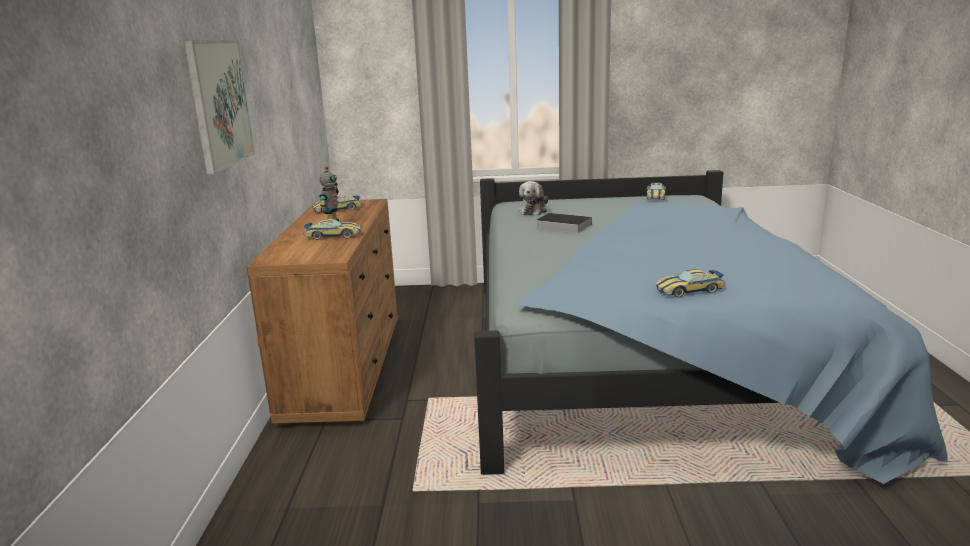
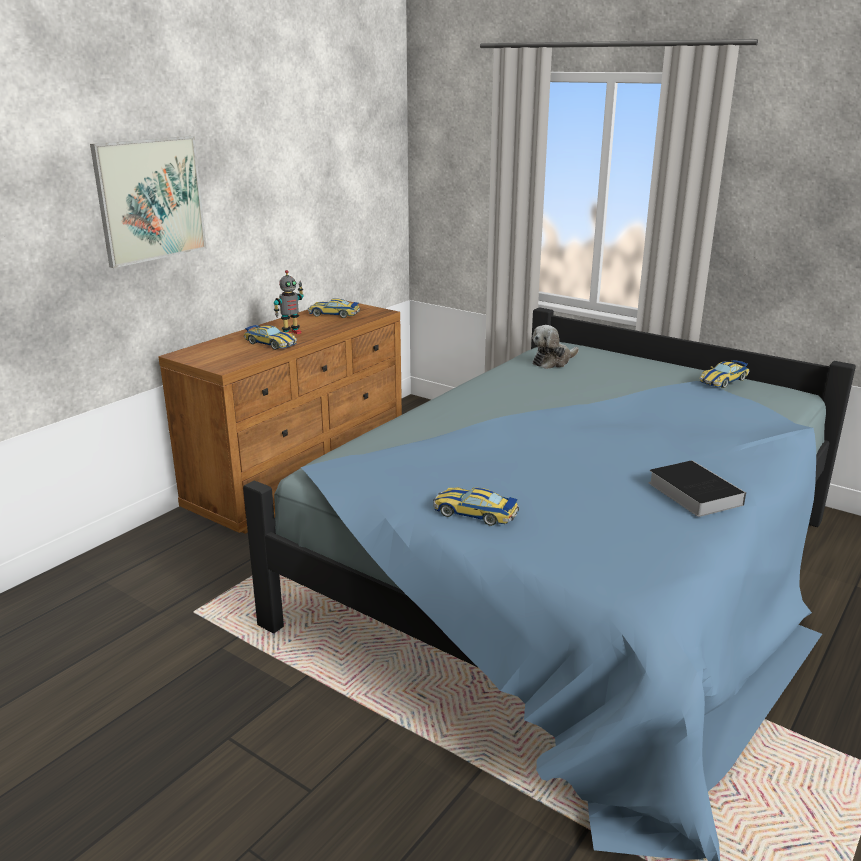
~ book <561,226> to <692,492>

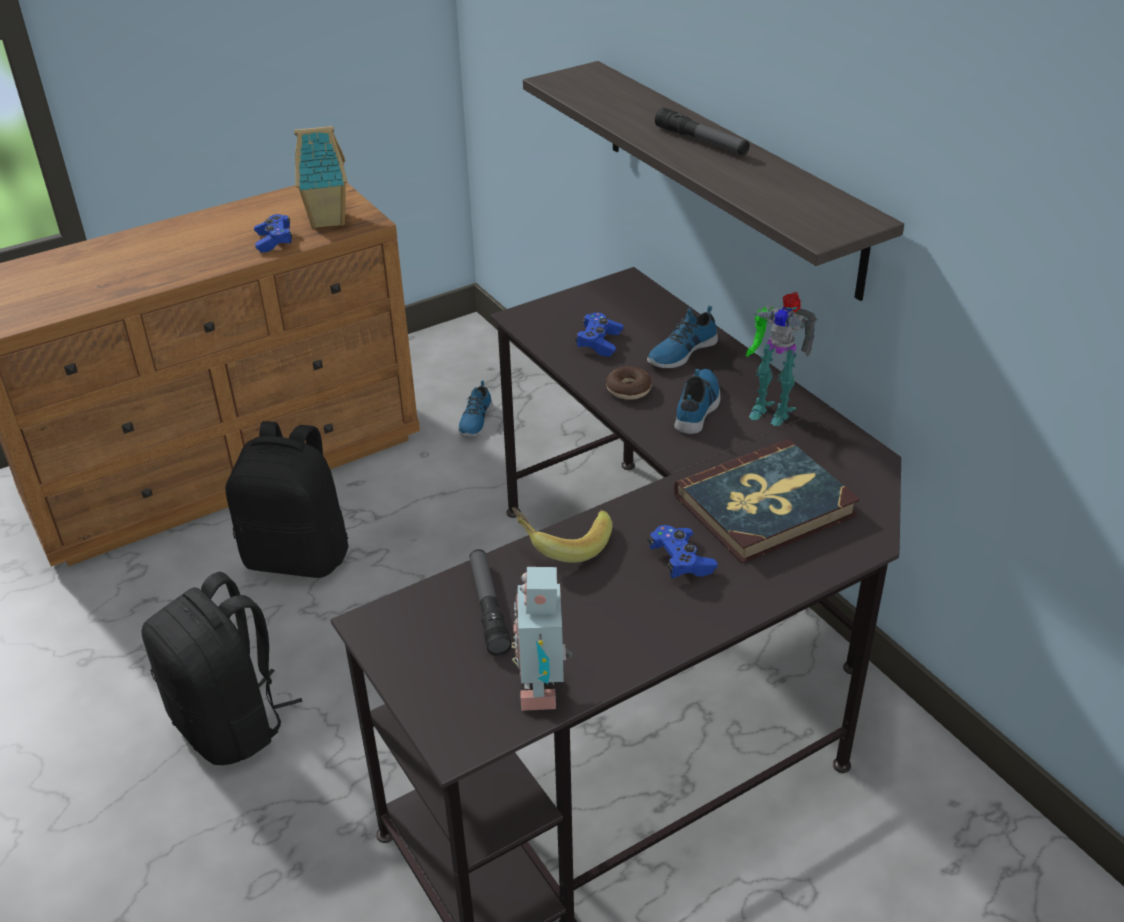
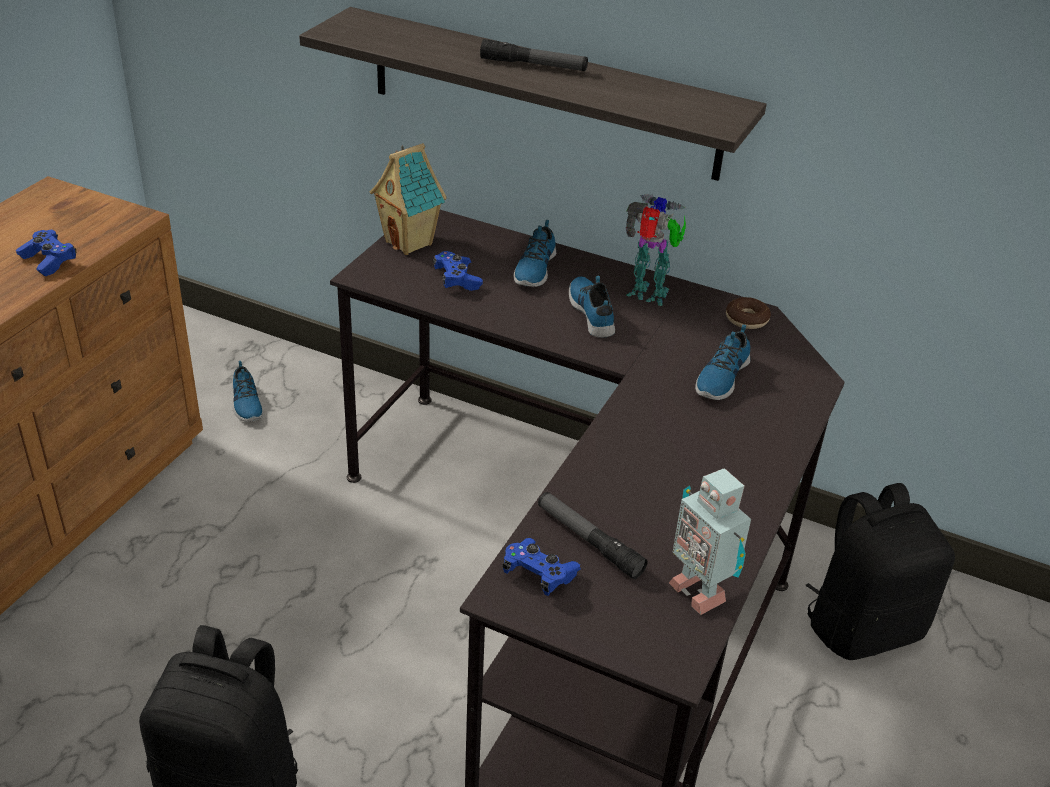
- banana <562,543>
~ backpack/black <299,556> to <863,626>
~ toy house <329,220> to <410,243>
~ donut <628,389> to <746,319>
~ game controller/blue <681,561> to <539,574>
~ book <765,506> to shoe <721,377>
~ toy robot <770,408> = <649,296> 150 degrees counterclockwise

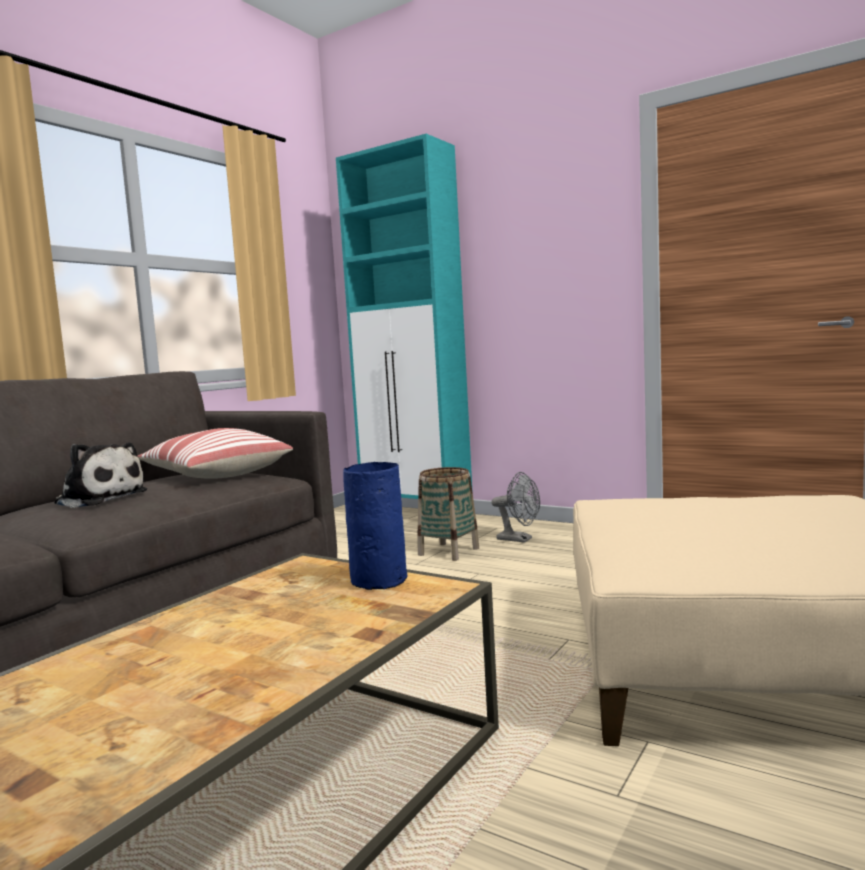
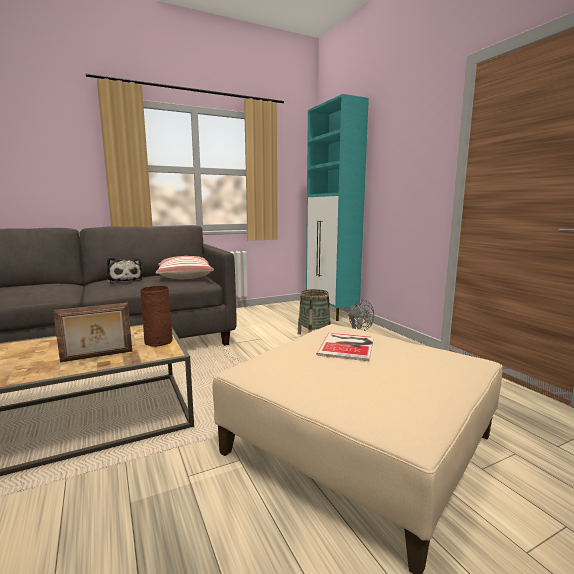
+ picture frame <97,356>
+ book <348,346>
~ vase/blue <379,579> to vase/brown <159,341>

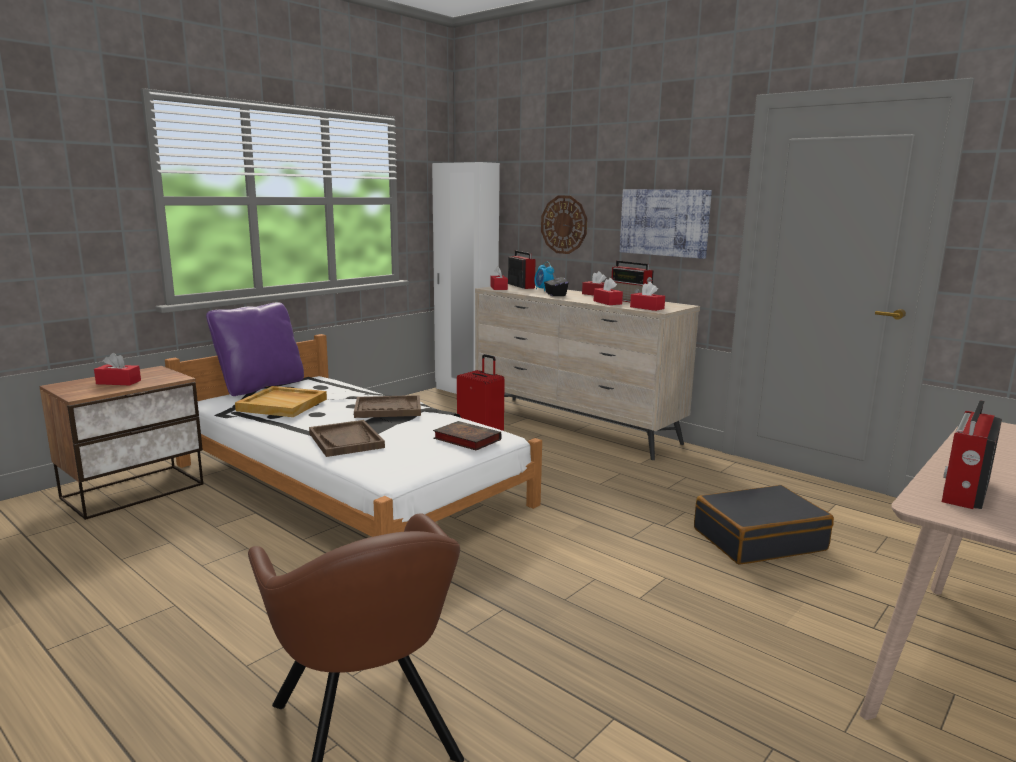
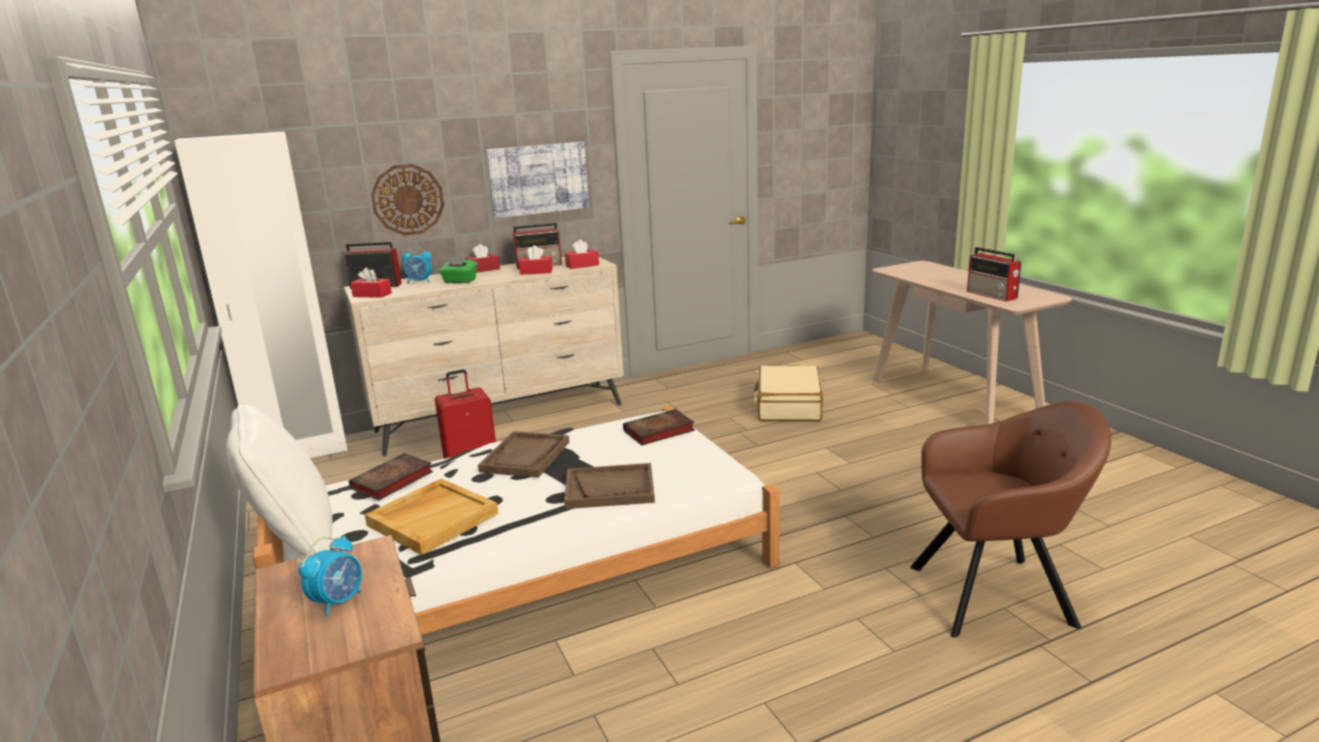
+ book <391,481>
~ tissue box/red <118,382> to alarm clock <338,601>
~ pillow/purple <260,386> to pillow/white <294,538>
~ tissue box/black <555,294> to tissue box/green <459,281>
~ suitcase/black <758,539> to suitcase/beige <788,405>

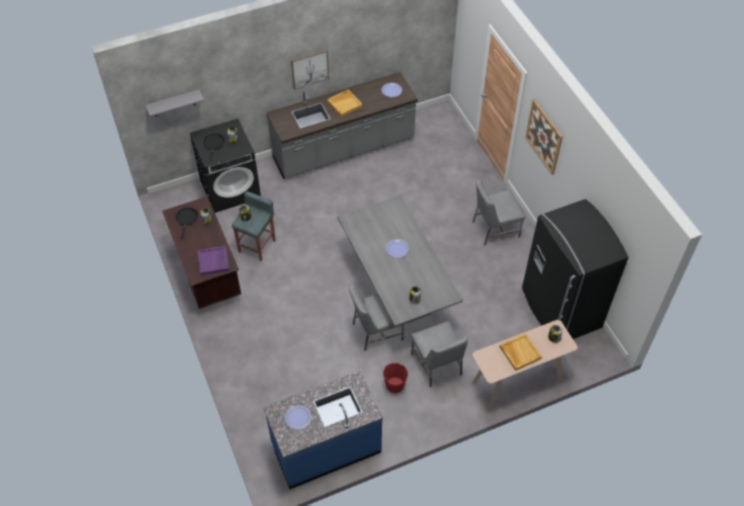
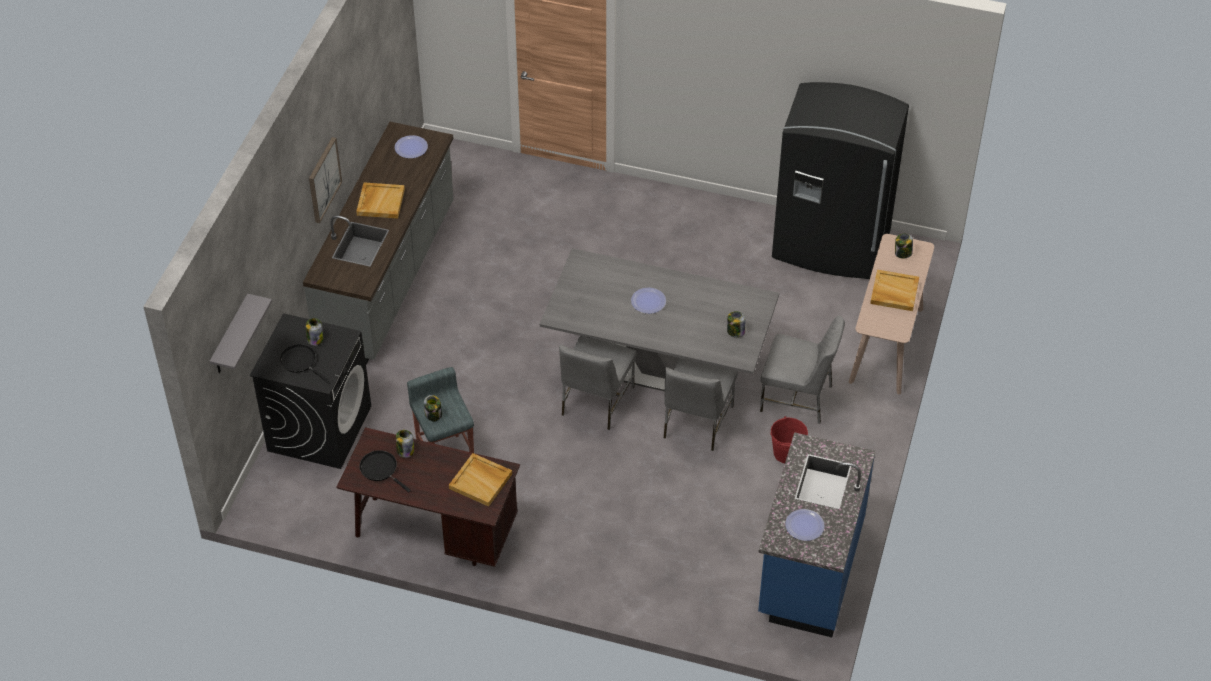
- picture <544,137>
~ chair/grey <494,228> to <596,401>
~ tray/purple <214,261> to tray/beige <481,481>

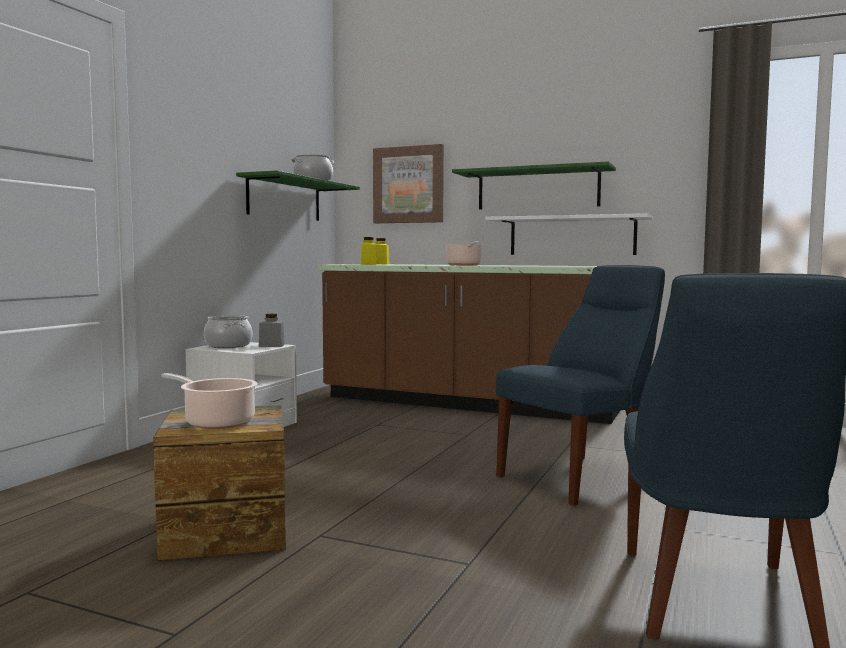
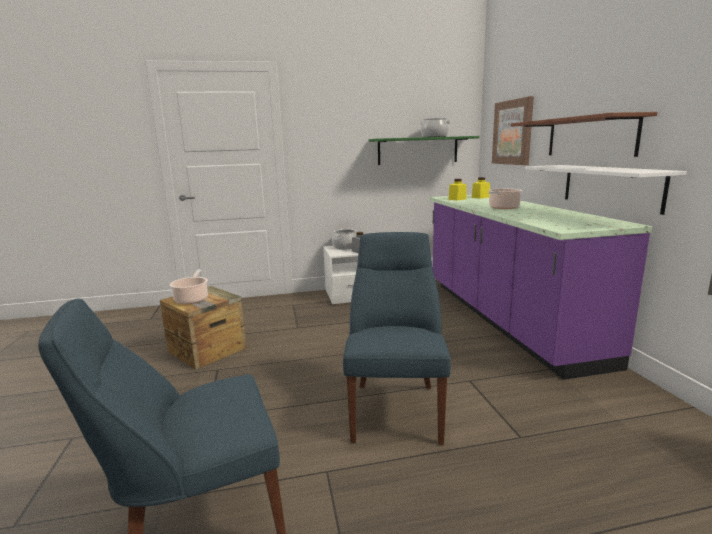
~ counter/brown <467,404> to counter/purple <504,319>
~ shelf/green <538,189> to shelf/brown <590,137>
~ chair/blue <581,477> = <396,408> 105 degrees counterclockwise

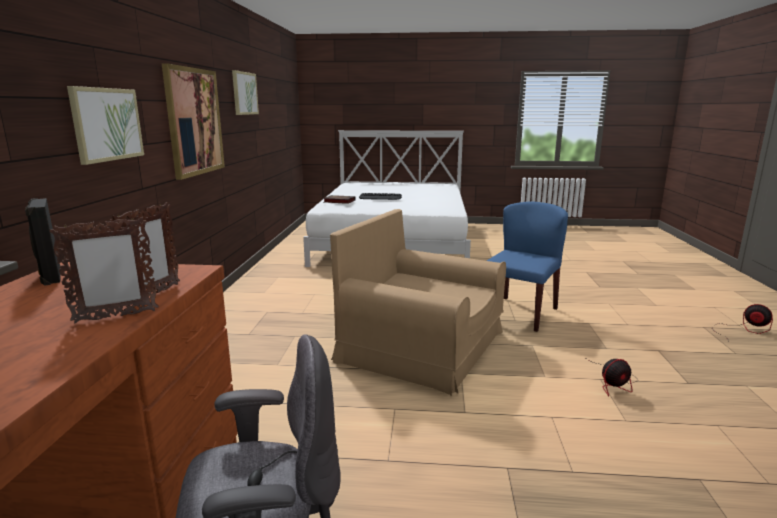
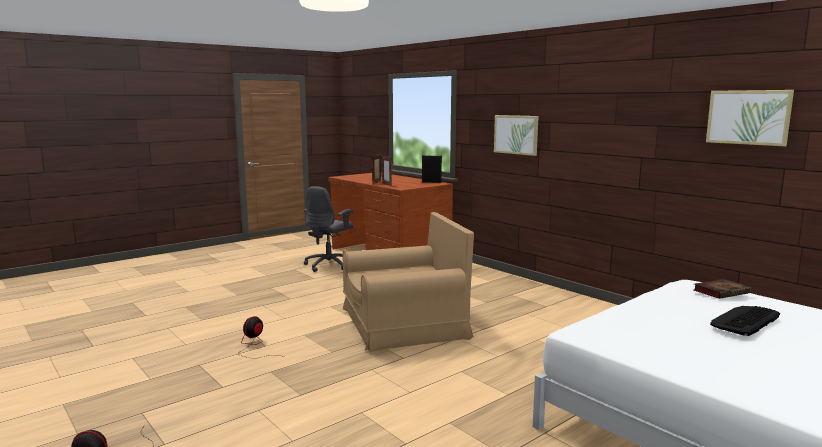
- picture <194,121>
- chair/blue <520,313>

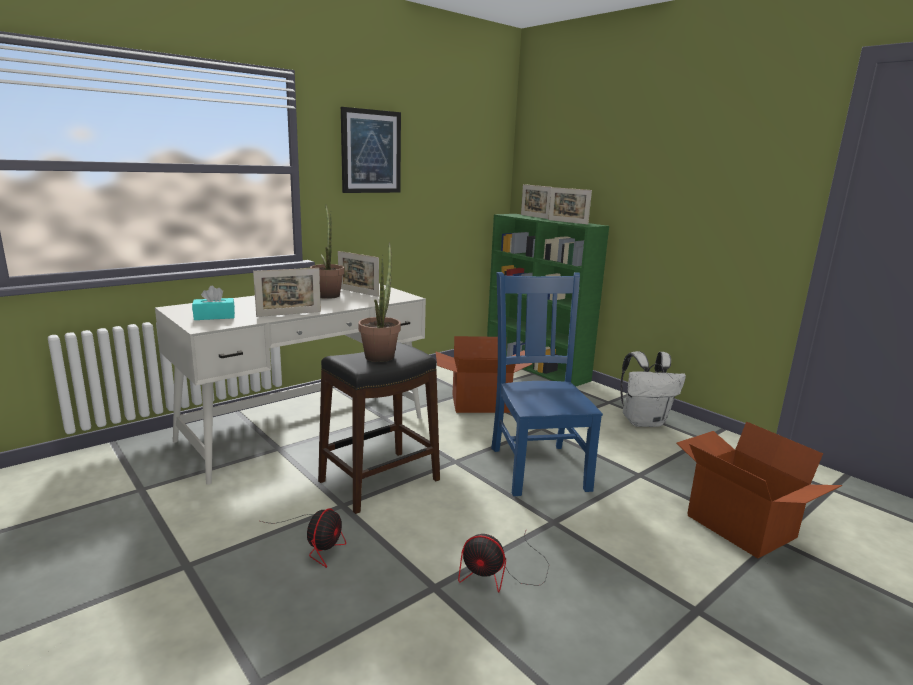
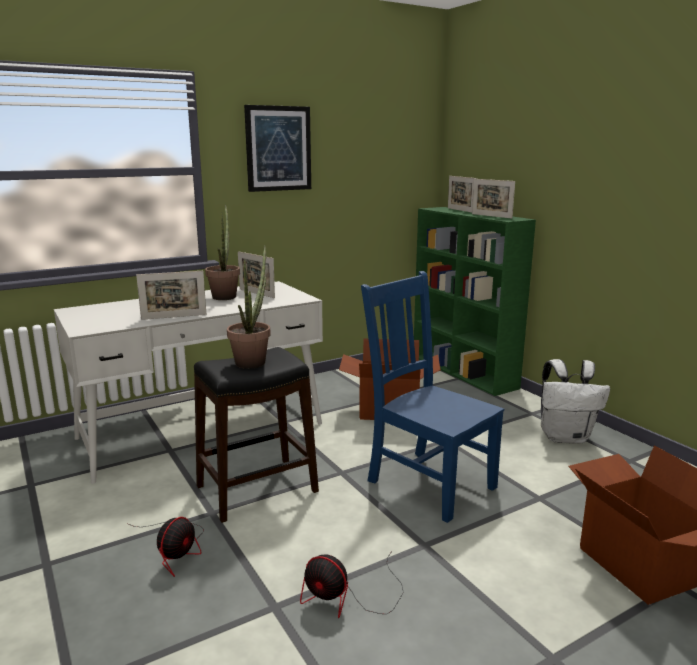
- tissue box/turquoise <214,316>
~ chair/blue <538,466> = <428,482> 45 degrees counterclockwise

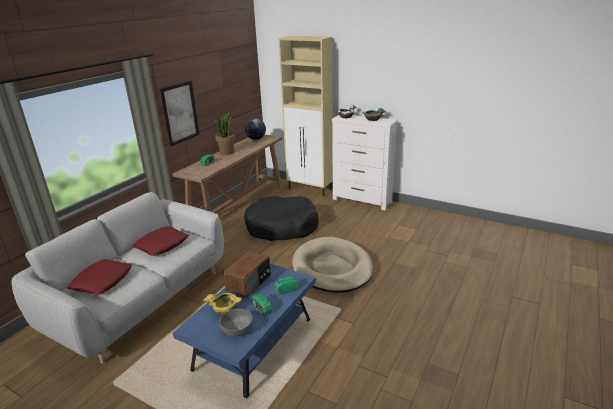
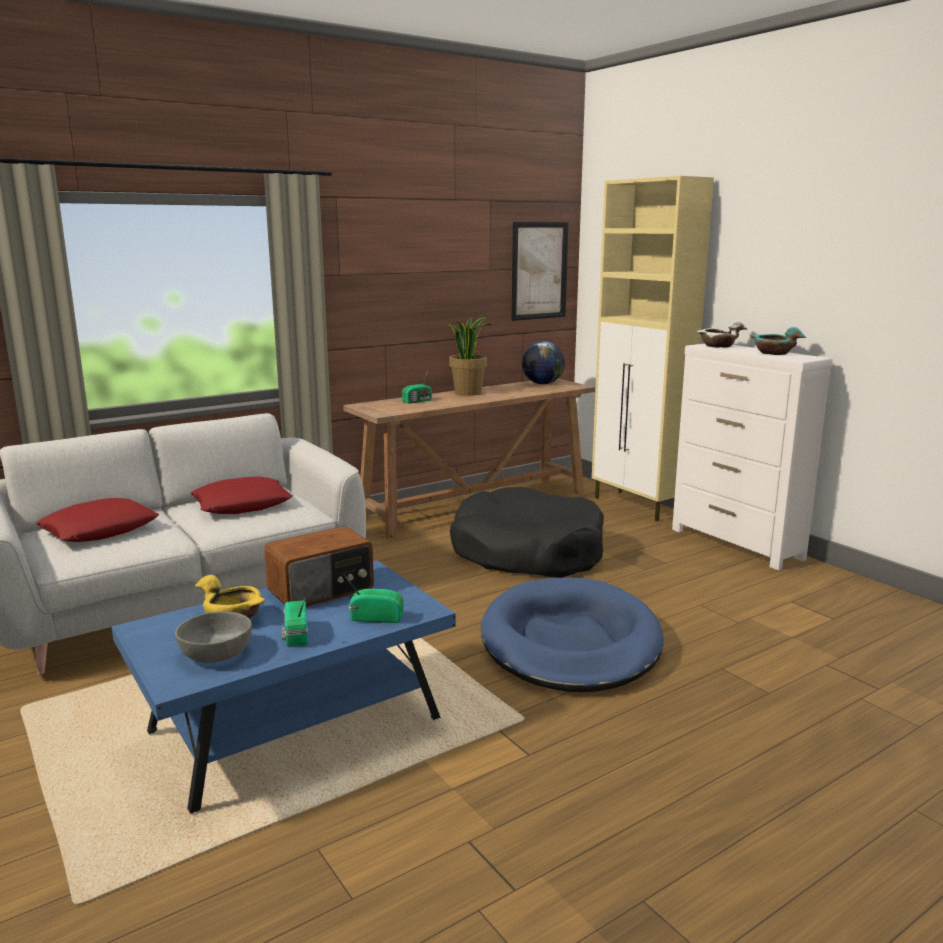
~ picture <180,113> to <539,270>
~ dog bed/beige <332,268> to dog bed/blue <570,642>

